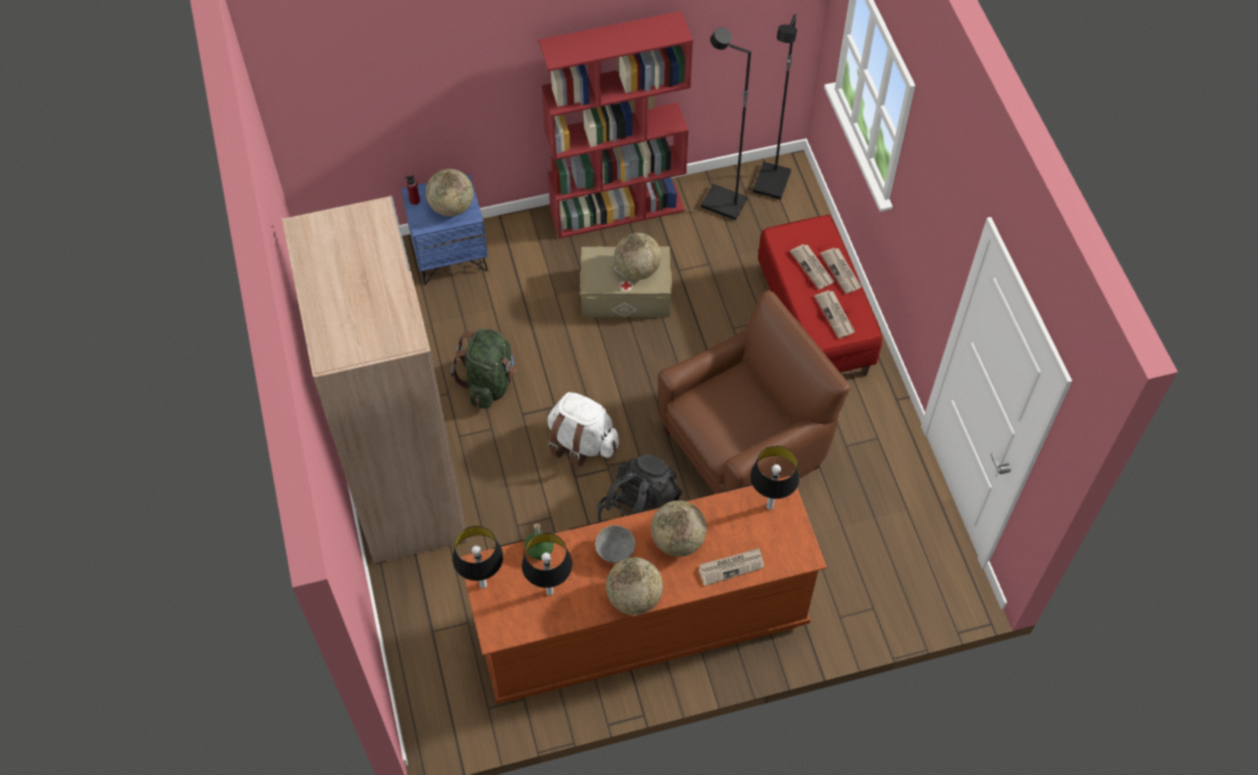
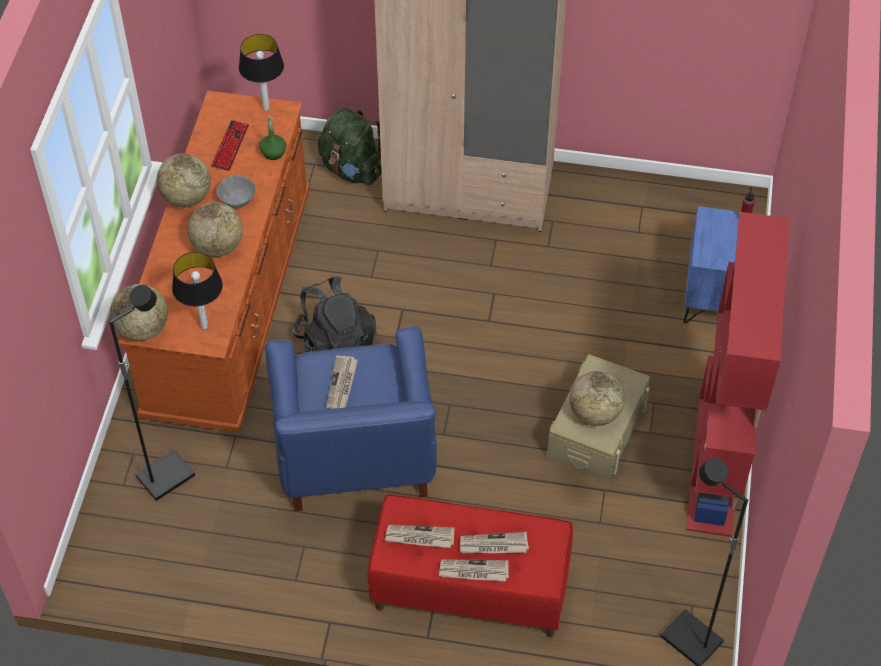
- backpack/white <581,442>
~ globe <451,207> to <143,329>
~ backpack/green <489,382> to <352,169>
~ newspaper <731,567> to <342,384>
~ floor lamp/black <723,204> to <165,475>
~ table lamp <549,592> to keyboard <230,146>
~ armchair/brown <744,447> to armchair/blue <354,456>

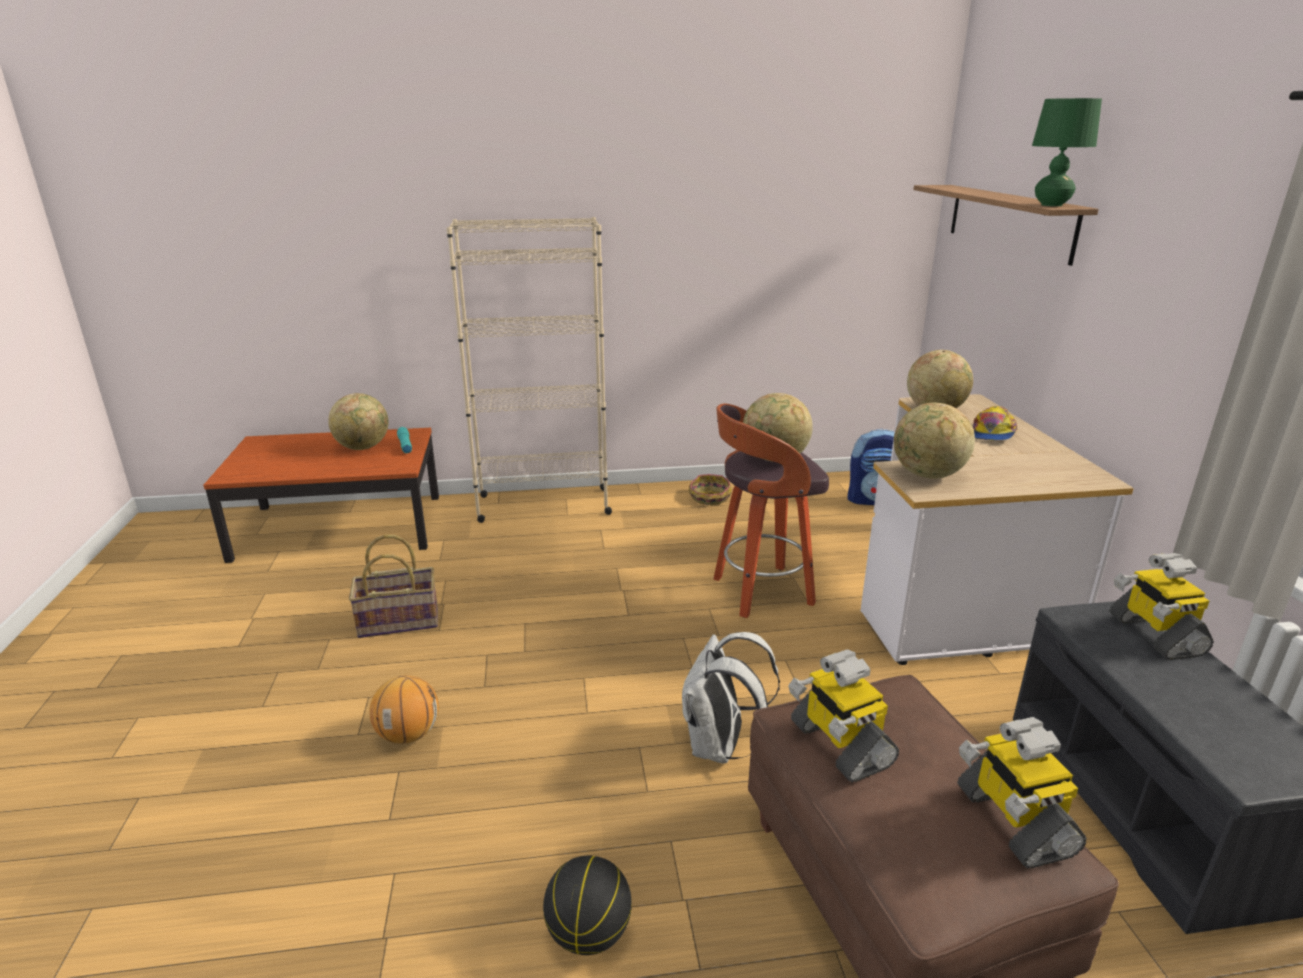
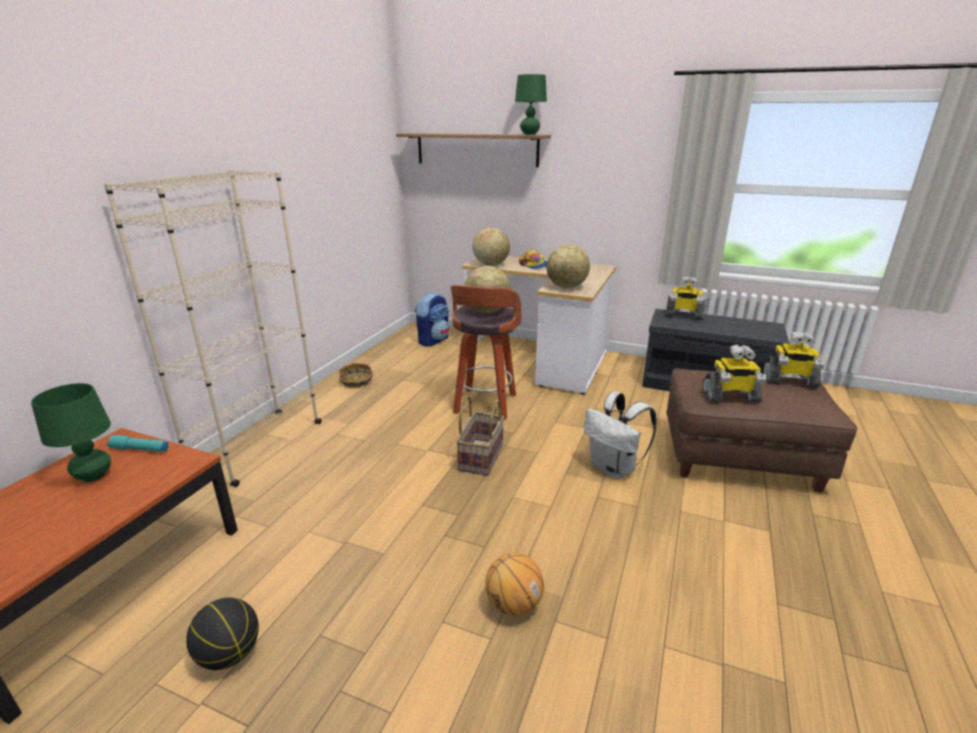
~ basket <399,621> to <480,456>
~ basketball <589,933> to <230,654>
~ globe <363,447> to table lamp/green <94,476>

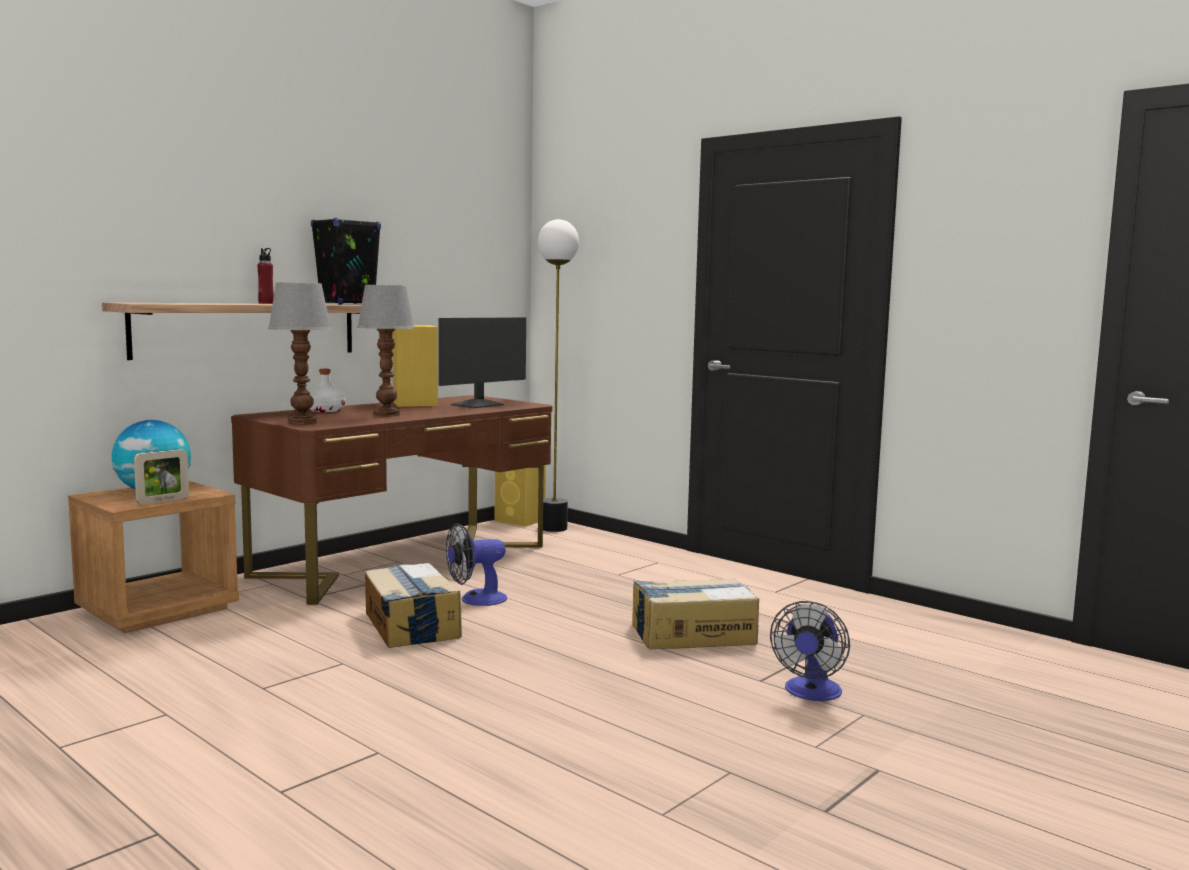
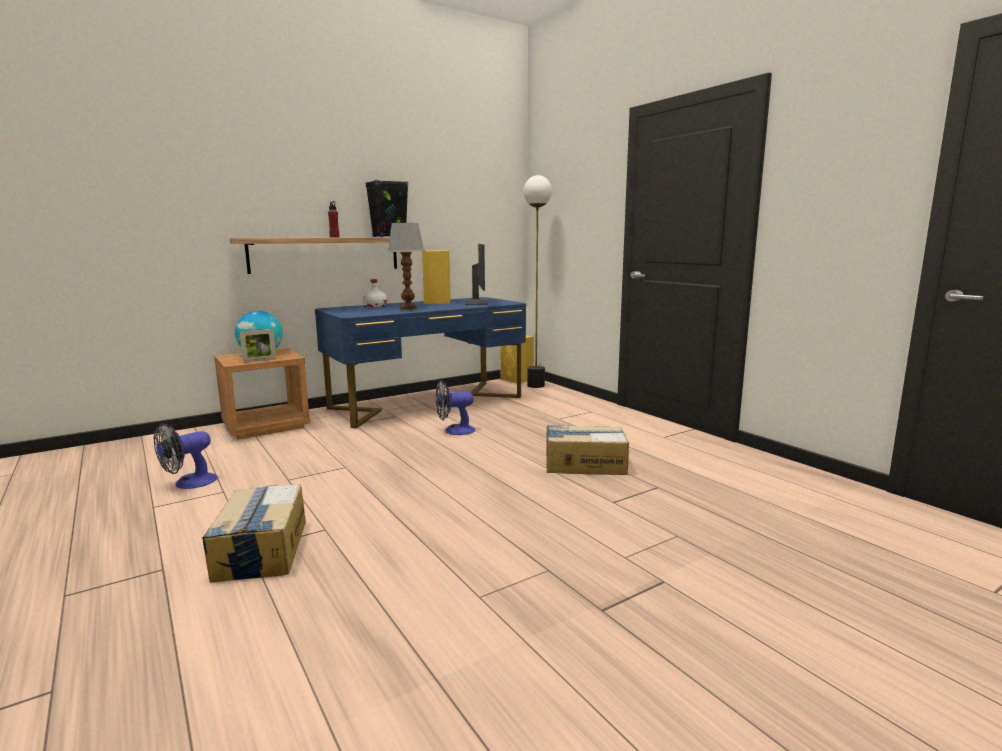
- table lamp <301,422>
~ cardboard box <411,625> to <261,549>
~ fan <811,693> to <189,483>
~ desk/brown <404,560> to desk/blue <427,402>
~ monitor <479,405> = <477,303> 60 degrees counterclockwise

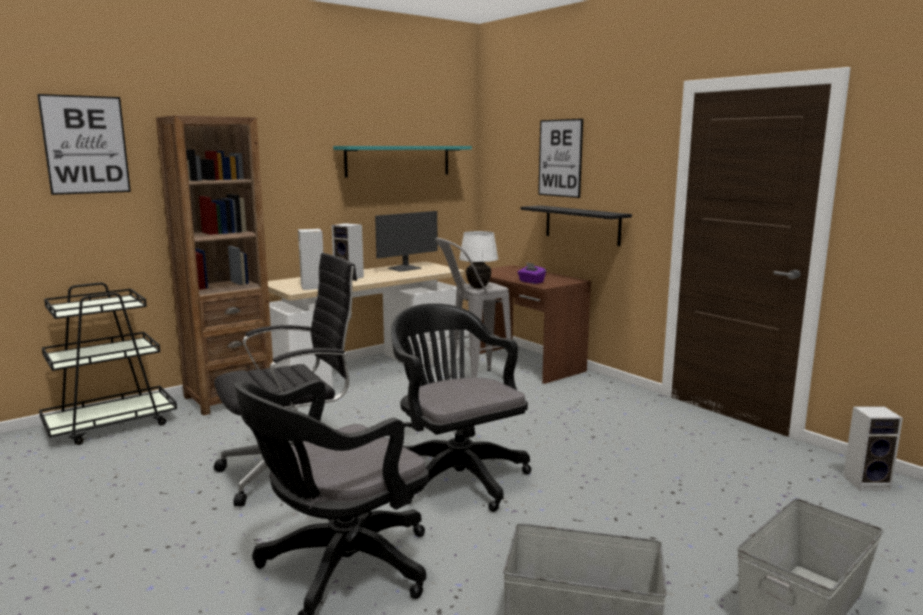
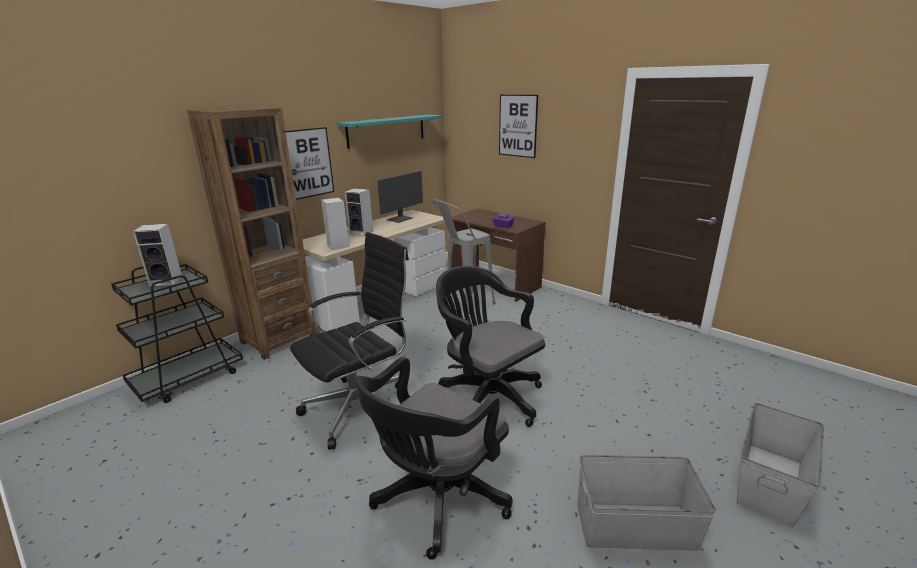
- table lamp/white <478,288>
- shelf/black <582,225>
~ picture <85,145> to <308,163>
~ speaker <867,482> to <167,281>

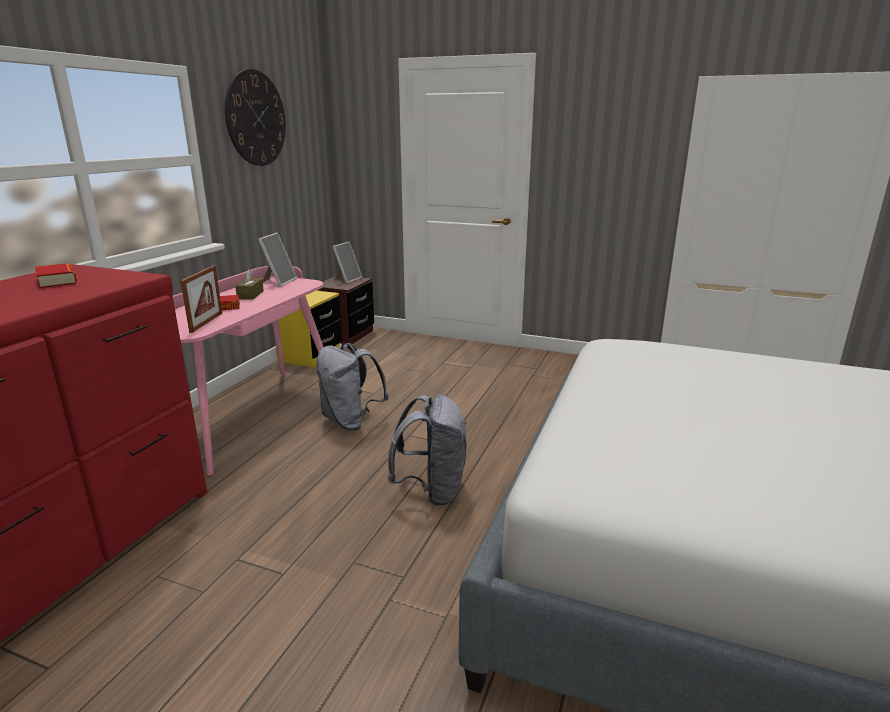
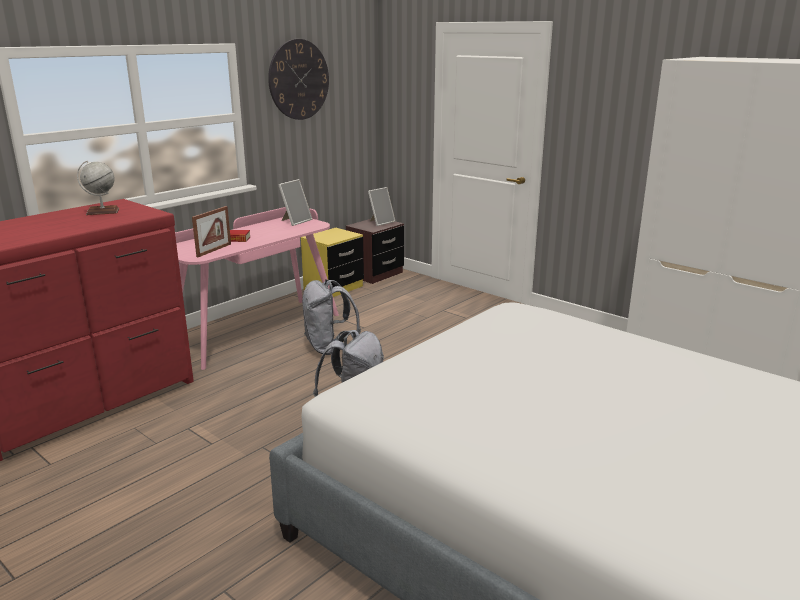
- tissue box/brown <250,295>
~ book <57,281> to globe <102,211>

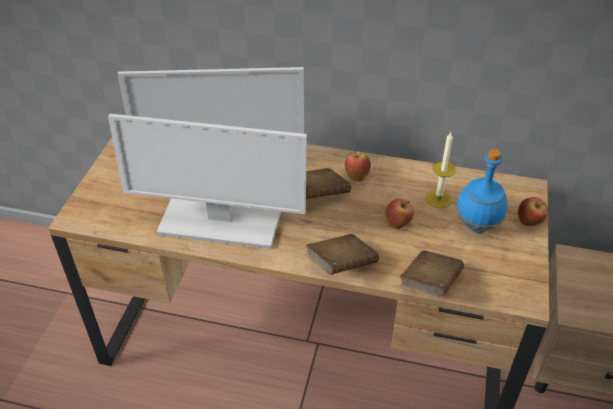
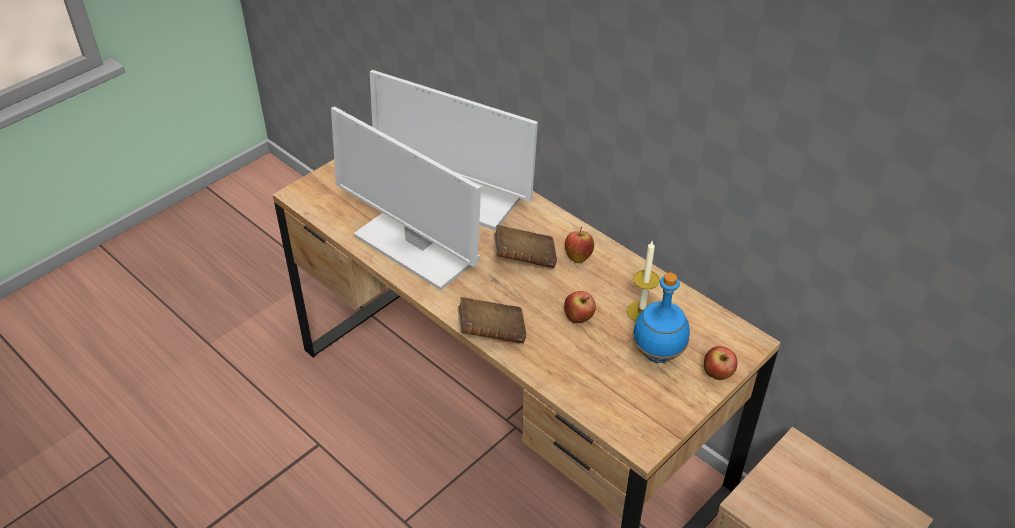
- book/brown <429,284>

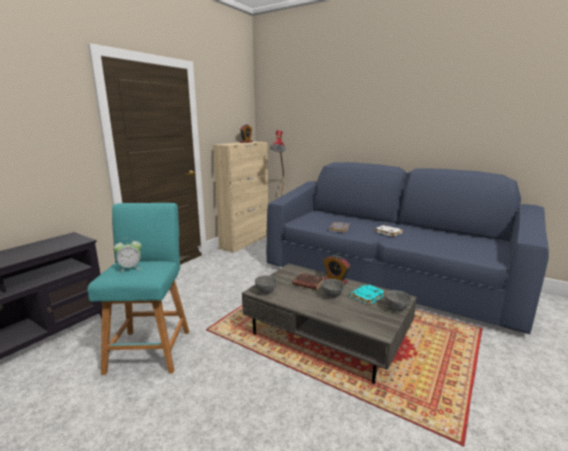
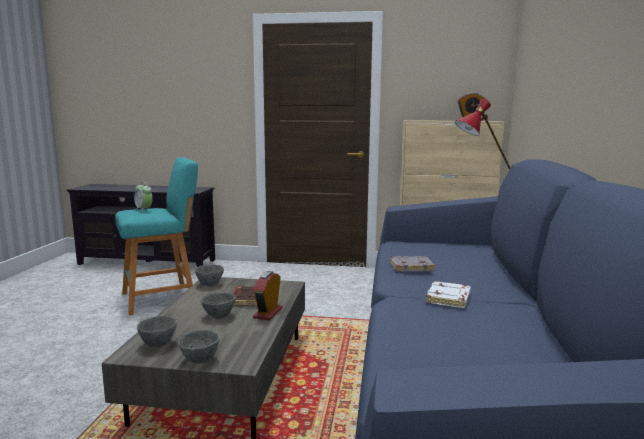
- book/turquoise <367,296>
+ bowl/grey <157,344>

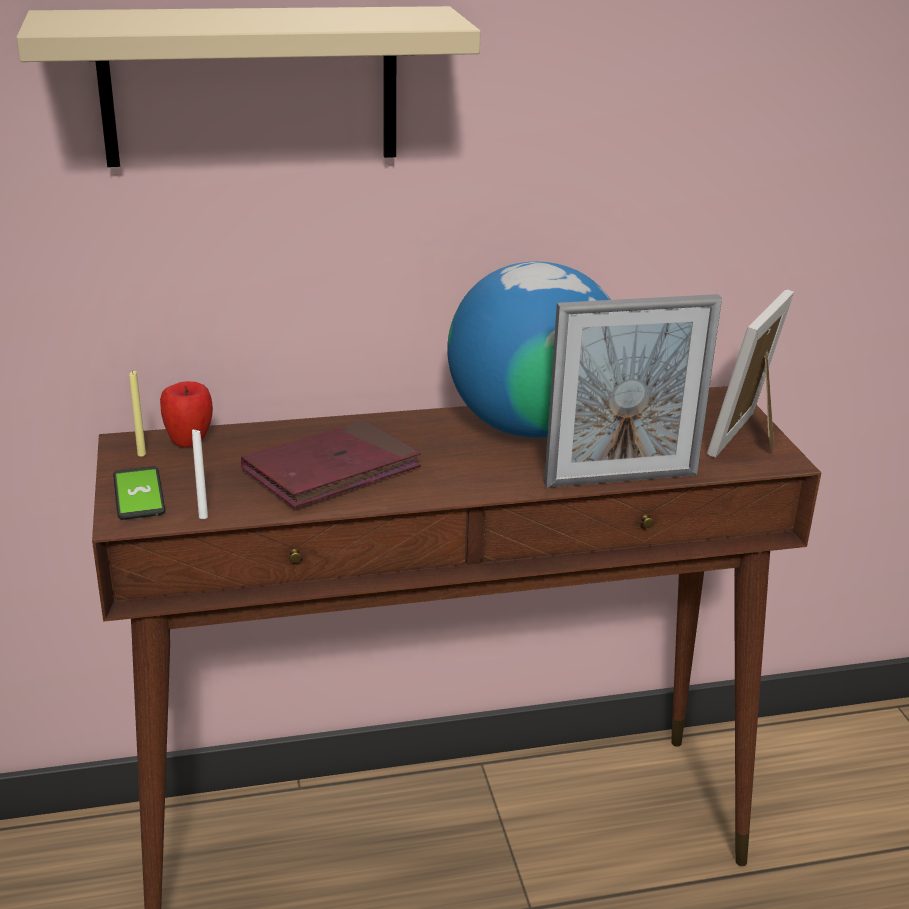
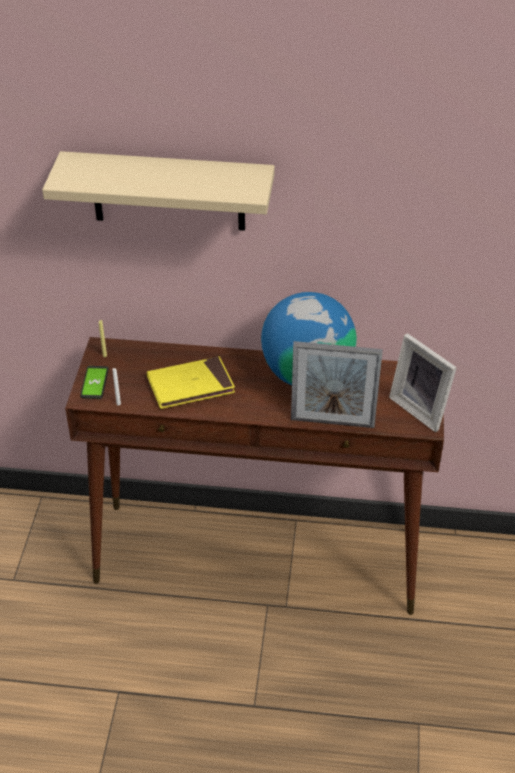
- apple <189,443>
~ book/red <332,470> to book/yellow <190,386>
~ picture frame <751,439> = <421,408> 90 degrees counterclockwise

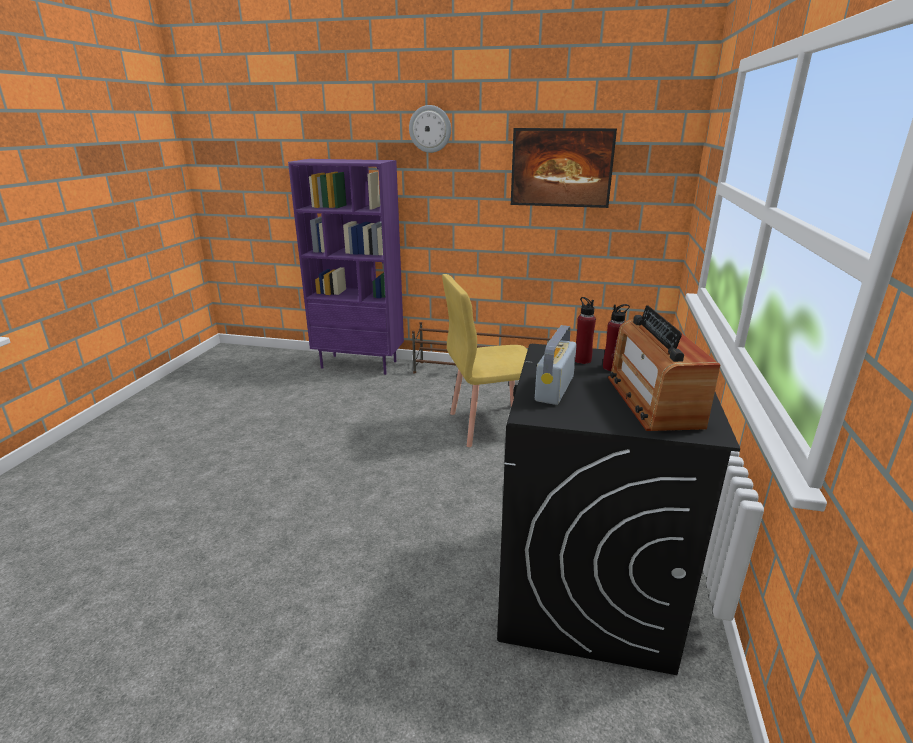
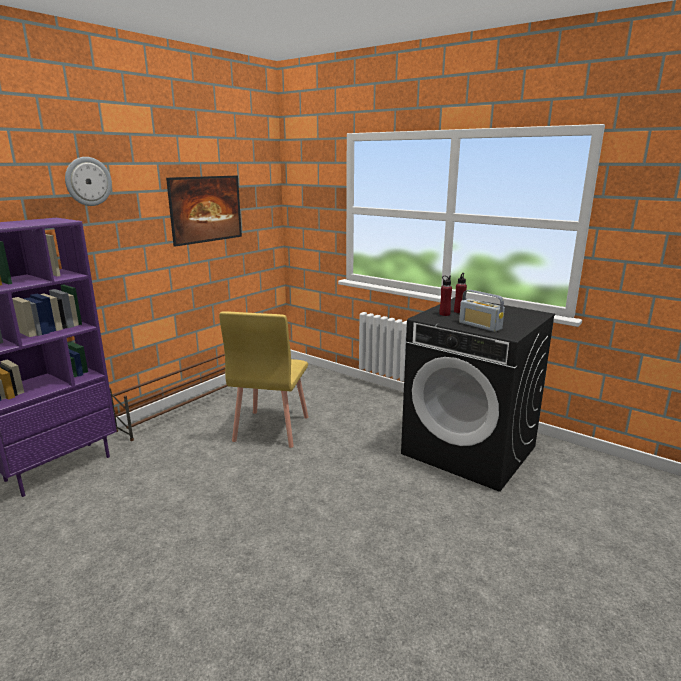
- radio <653,401>

